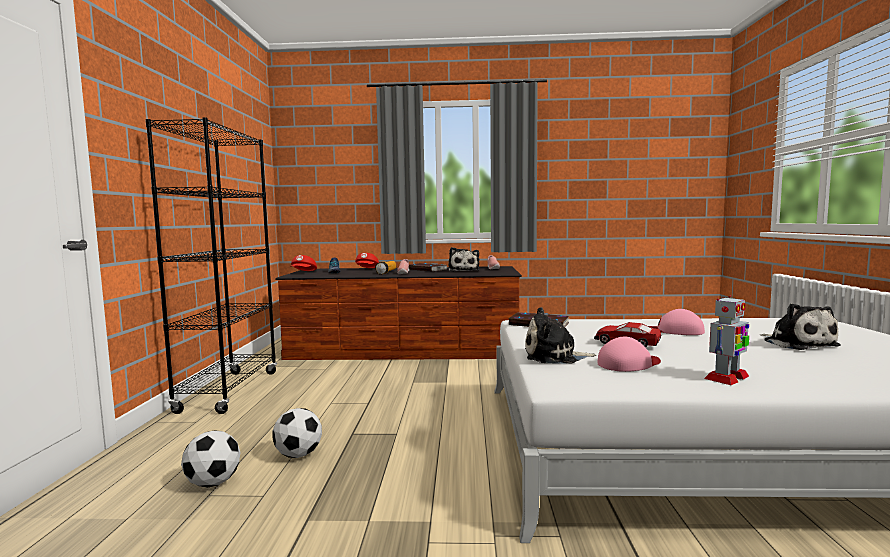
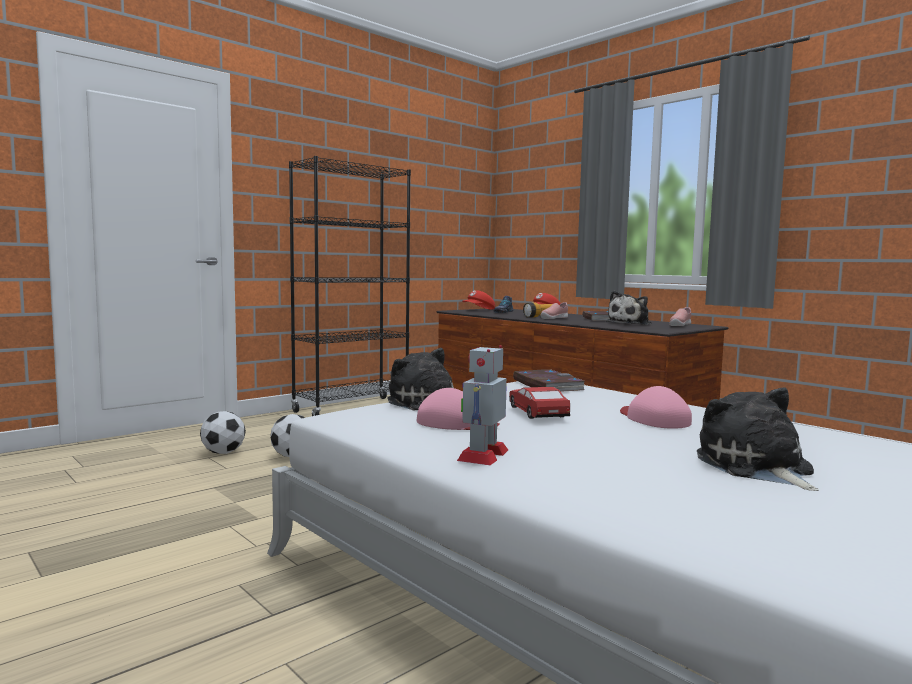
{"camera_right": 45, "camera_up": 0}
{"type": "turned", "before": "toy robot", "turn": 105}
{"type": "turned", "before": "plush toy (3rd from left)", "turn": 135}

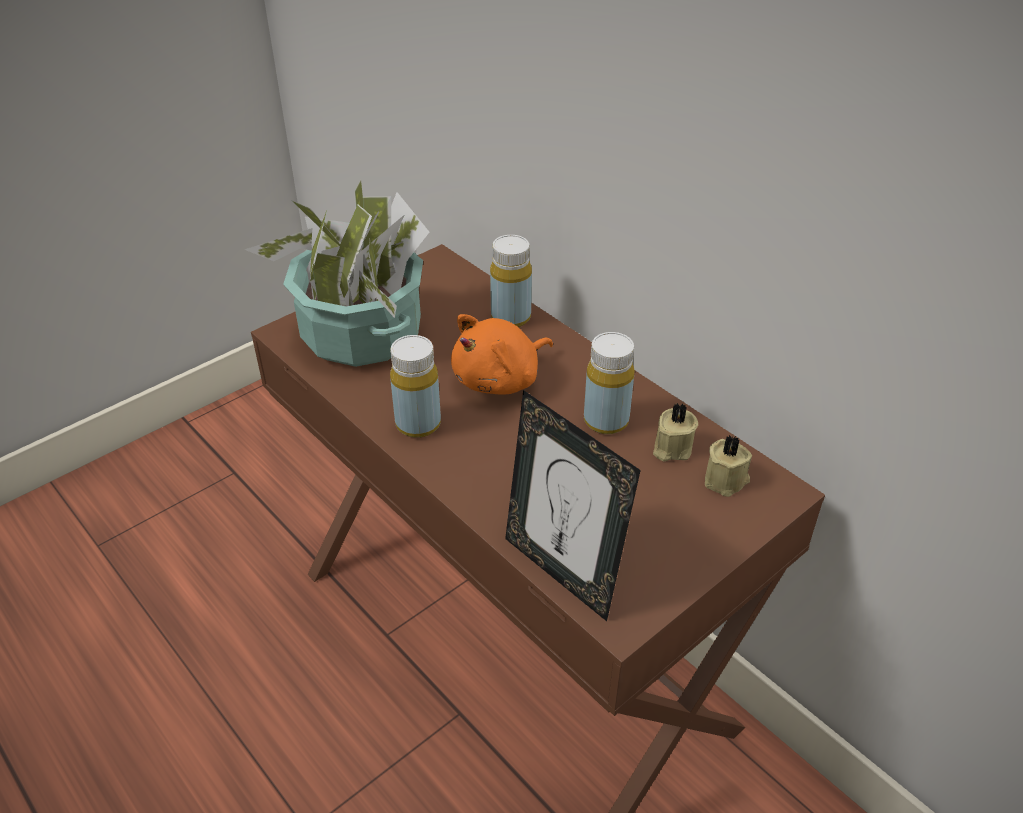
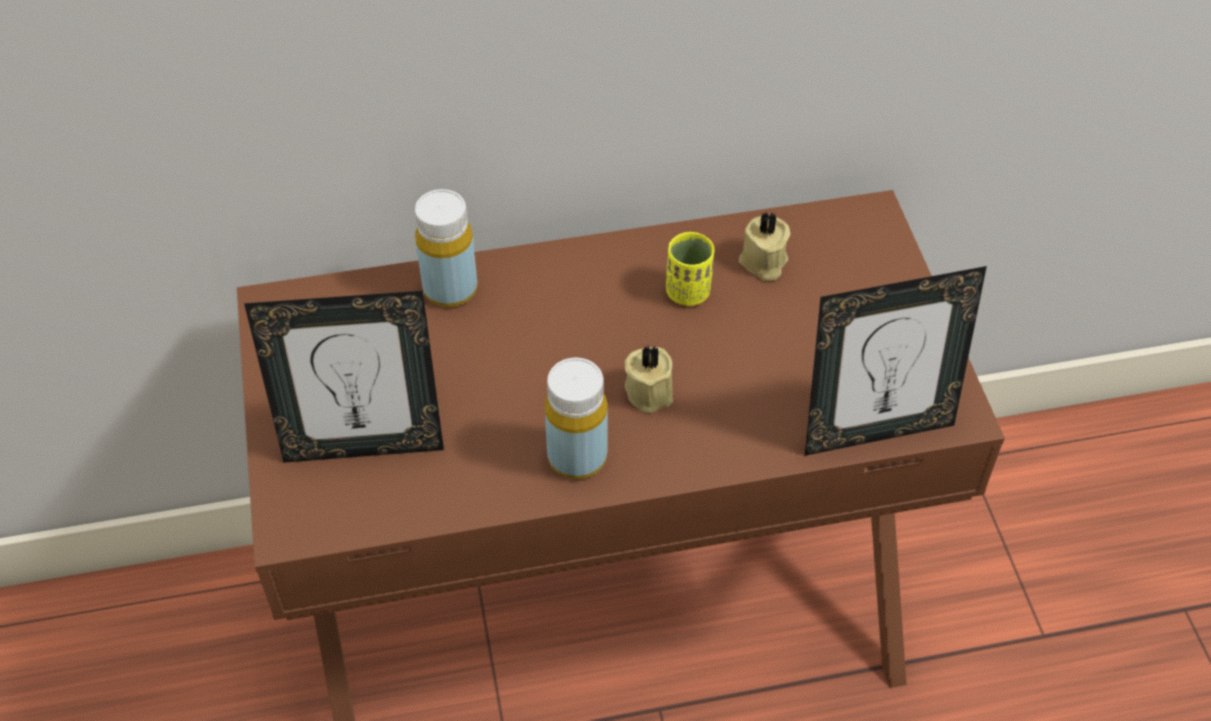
{"camera_right": -60, "camera_up": 10}
{"type": "replaced", "before": "potted plant", "after": "picture frame (1st from left)"}
{"type": "removed", "before": "orange plush toy"}
{"type": "replaced", "before": "yellow bottle (3rd from left)", "after": "yellow cup"}
{"type": "moved", "before": "beige candle (2nd from left in the first image)", "after": "beige candle (1st from left)"}

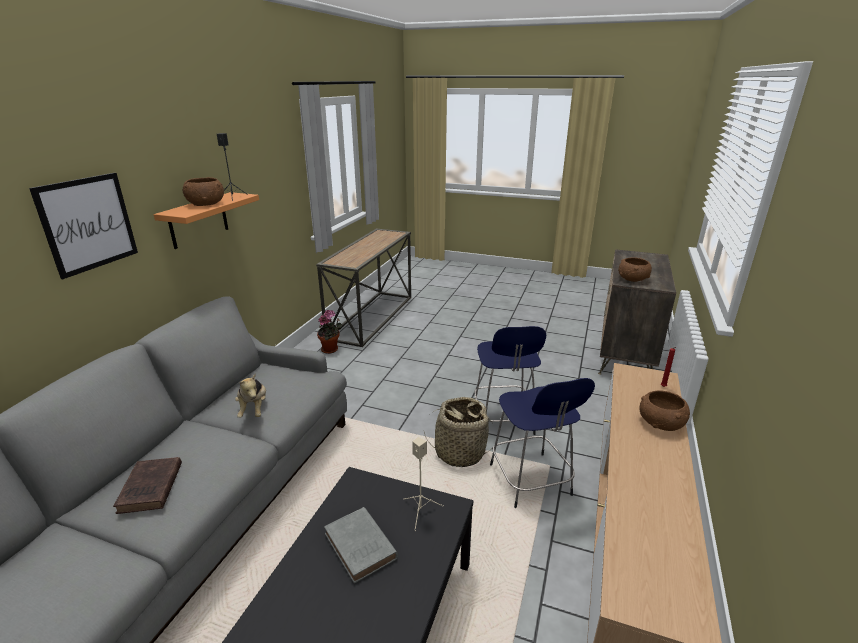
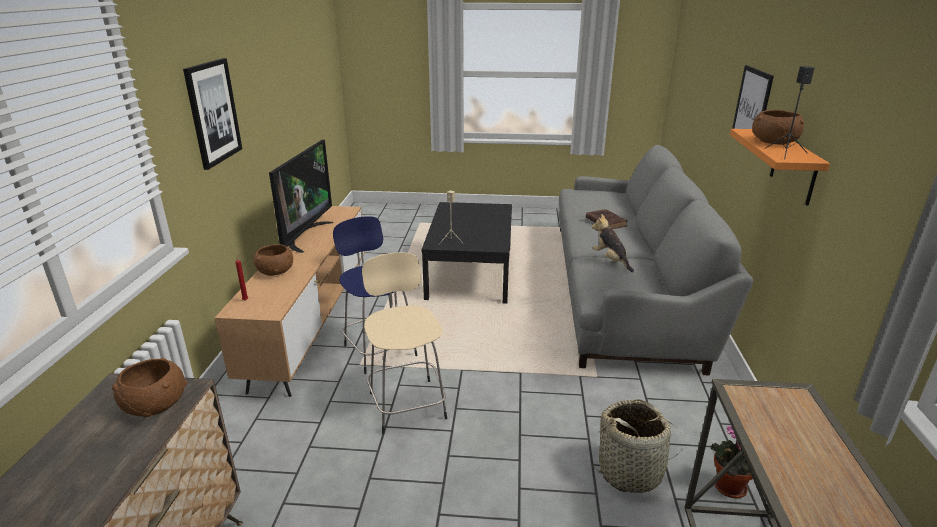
{"camera_right": 165, "camera_up": 0}
{"type": "recoloured", "before": "blue stool (1st from left)", "after": "beige stool"}
{"type": "moved", "before": "basket"}
{"type": "removed", "before": "grey book"}
{"type": "added", "after": "picture (1st from left)"}
{"type": "added", "after": "television"}

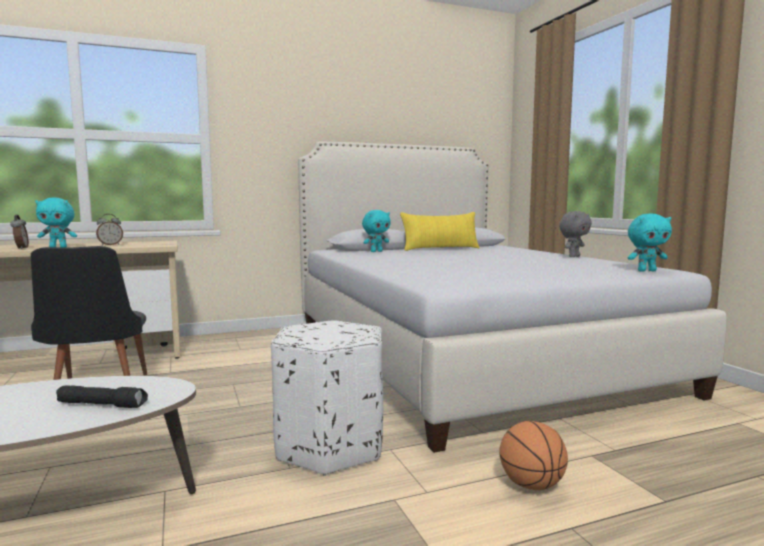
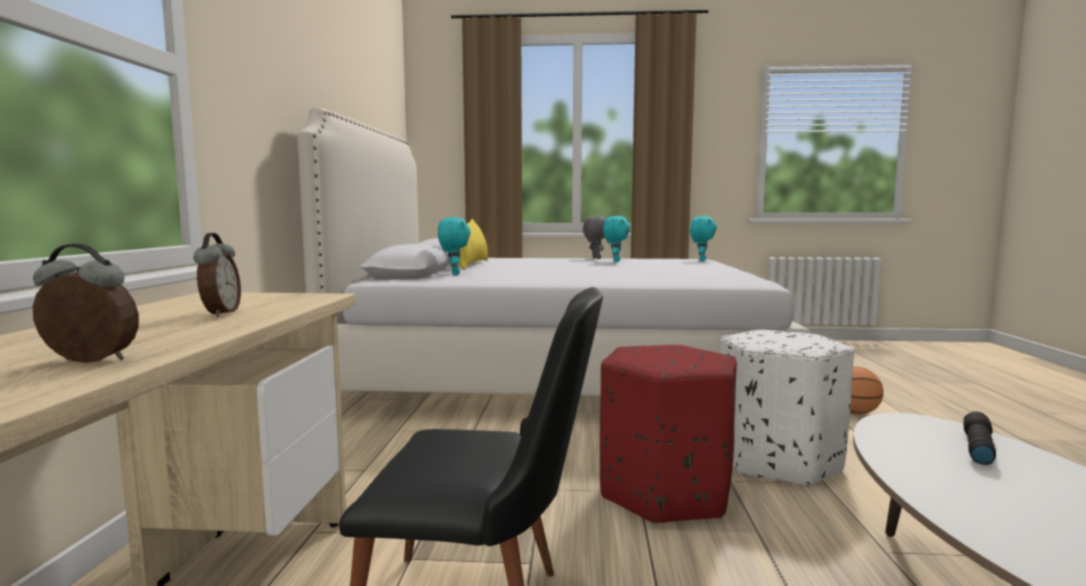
{"camera_right": -65, "camera_up": 0}
{"type": "moved", "before": "turquoise plush toy (1st from left in the first image)", "after": "turquoise plush toy (2nd from left)"}
{"type": "added", "after": "red ottoman"}

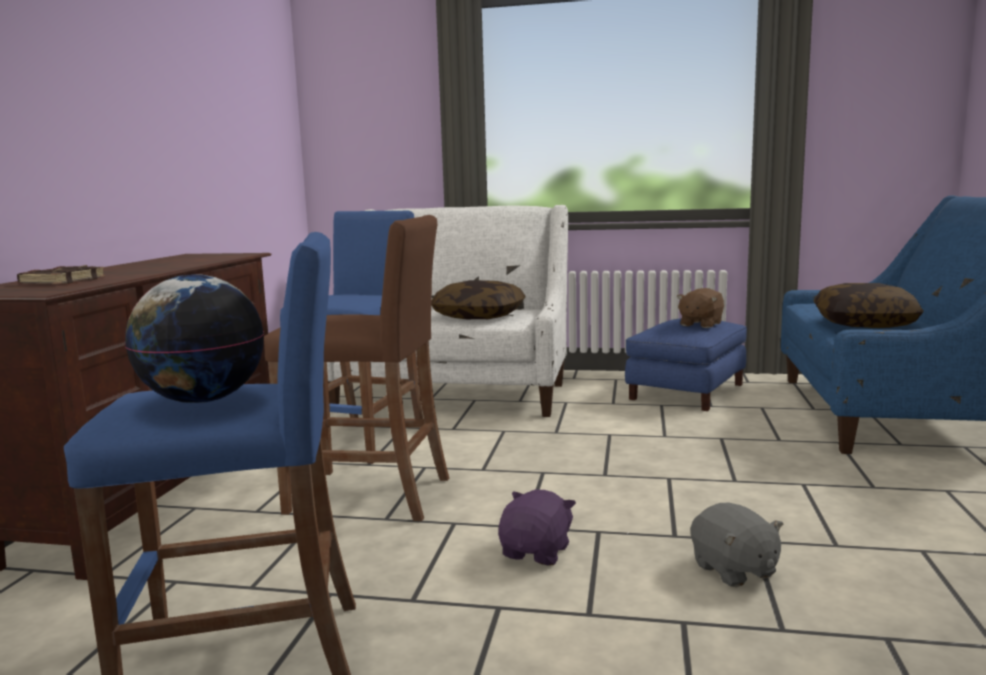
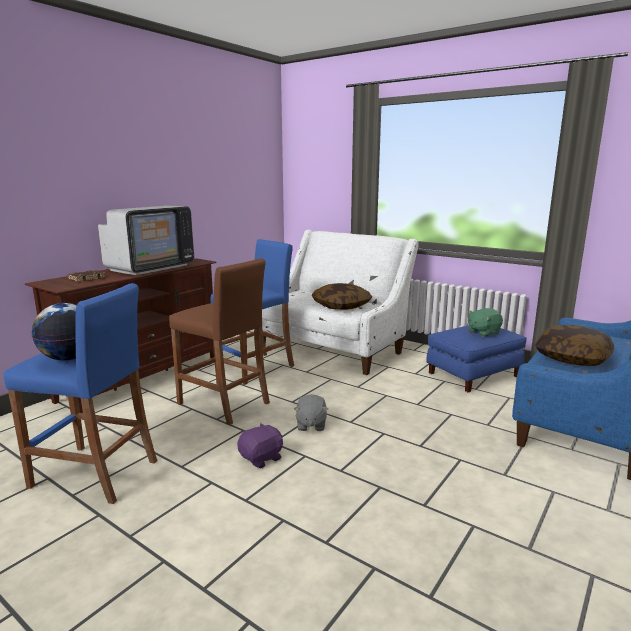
{"camera_right": 25, "camera_up": 5}
{"type": "recoloured", "before": "brown plush toy", "after": "green plush toy"}
{"type": "moved", "before": "grey plush toy"}
{"type": "added", "after": "television"}

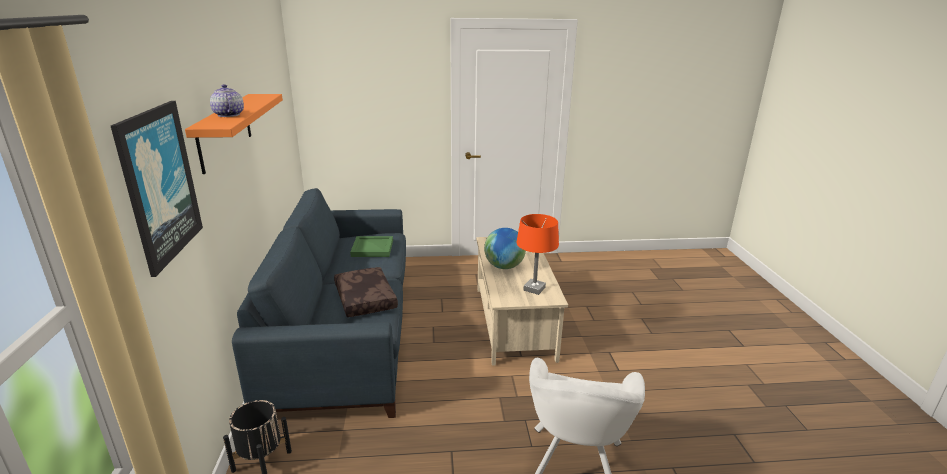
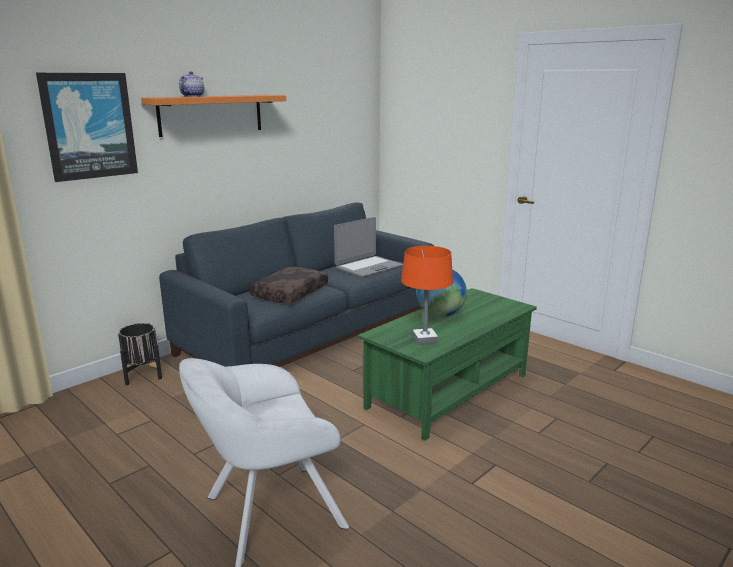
{"camera_right": 50, "camera_up": -5}
{"type": "replaced", "before": "green tray", "after": "laptop"}
{"type": "recoloured", "before": "beige coffee table", "after": "green coffee table"}

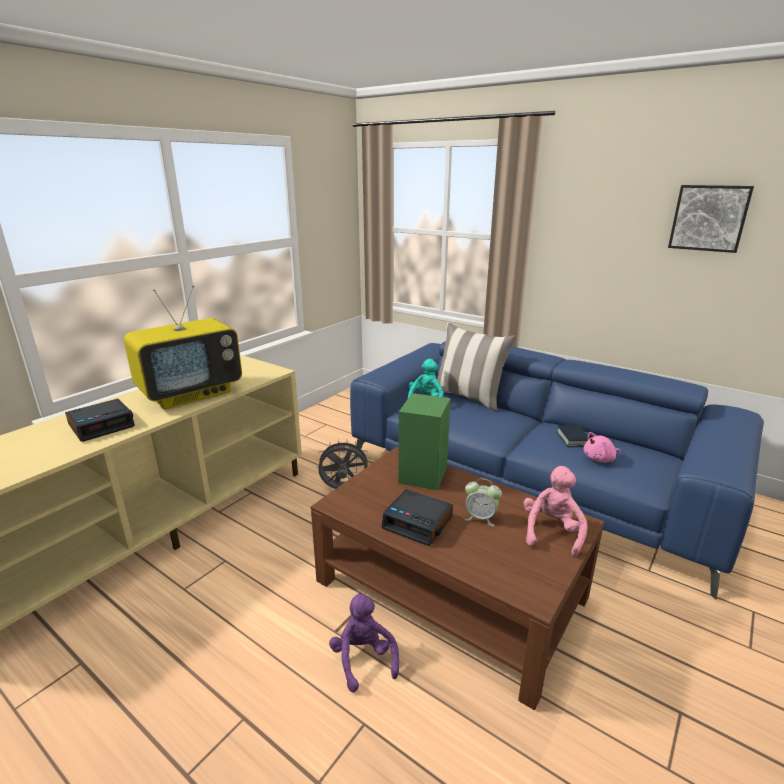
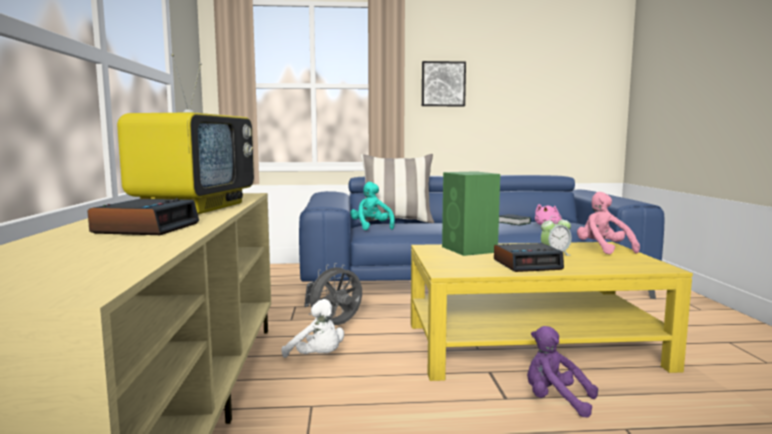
{"camera_right": -40, "camera_up": -15}
{"type": "moved", "before": "picture"}
{"type": "recoloured", "before": "brown coffee table", "after": "yellow coffee table"}
{"type": "added", "after": "white plush toy"}

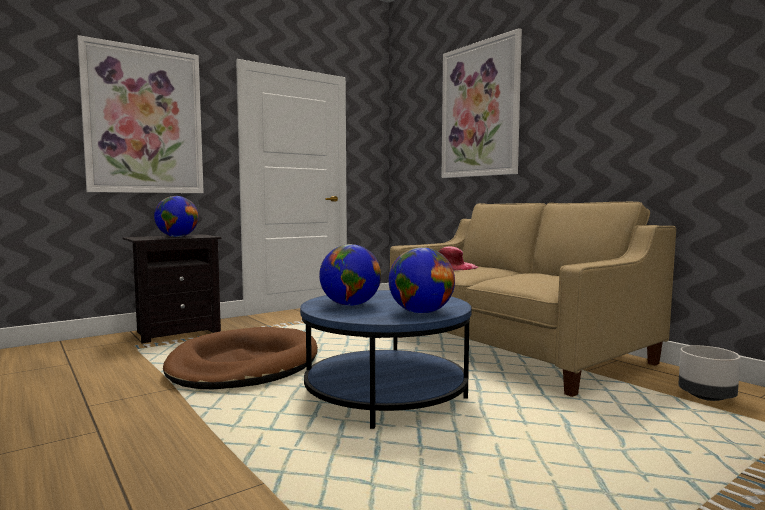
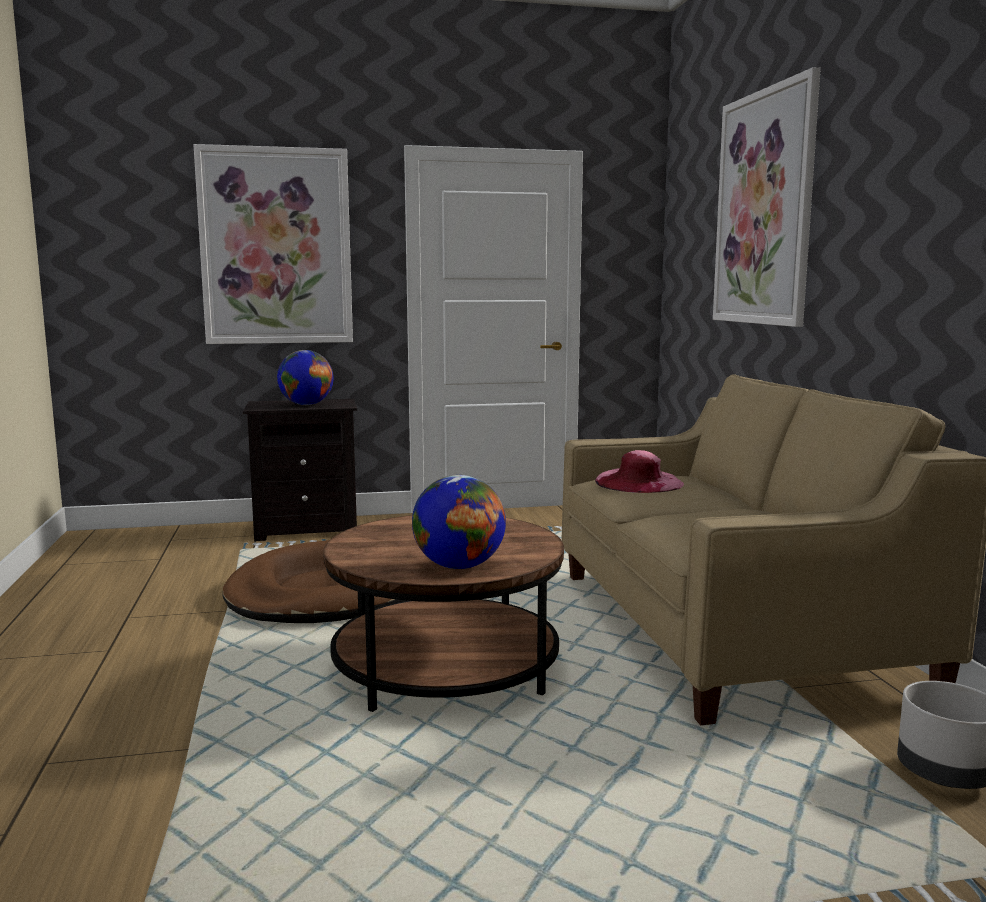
{"camera_right": 25, "camera_up": 5}
{"type": "removed", "before": "globe (2nd from left)"}
{"type": "recoloured", "before": "blue coffee table", "after": "brown coffee table"}

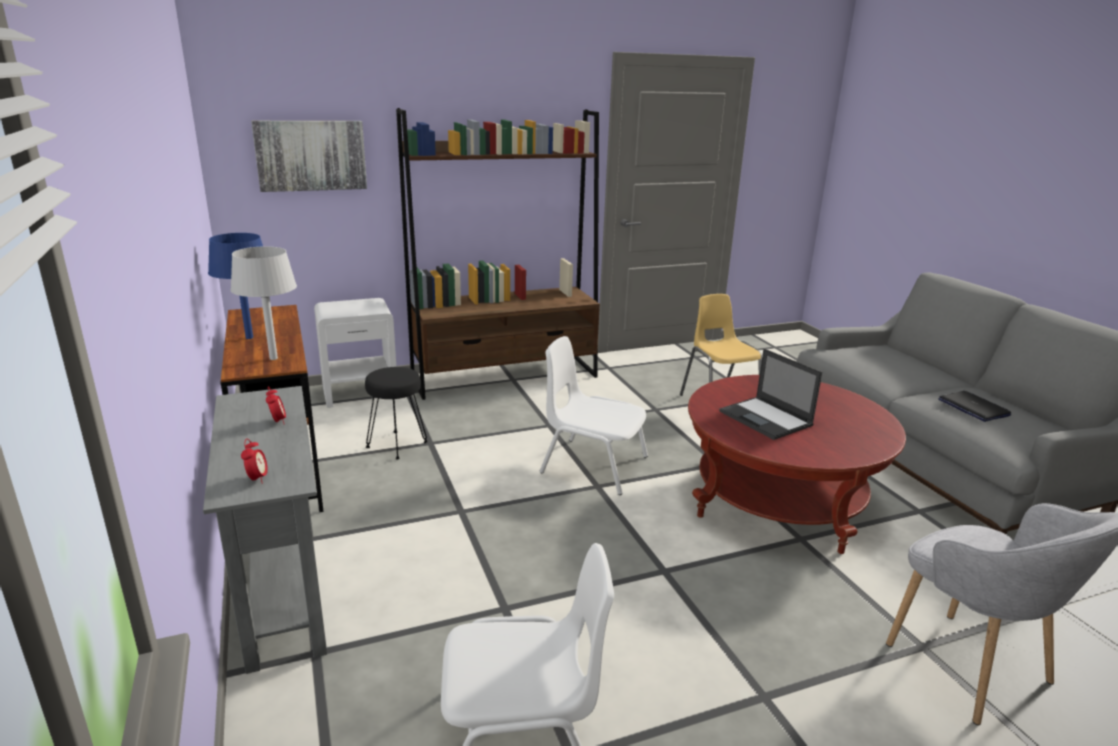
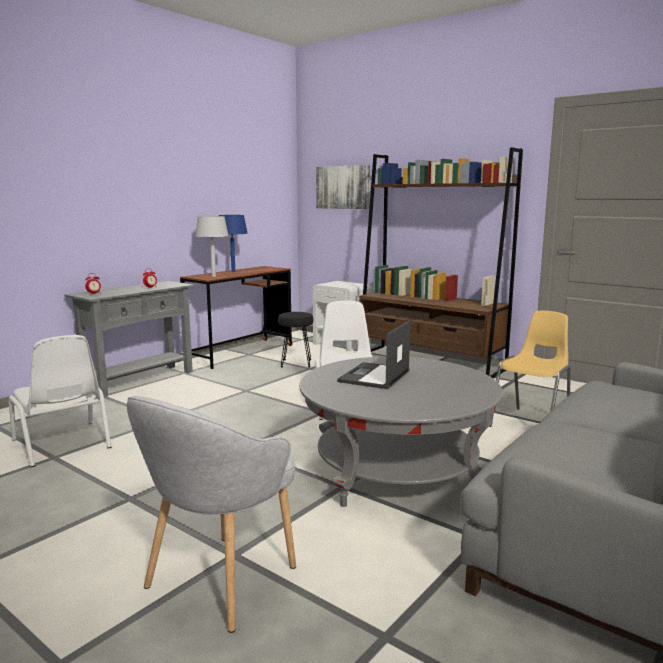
{"camera_right": 60, "camera_up": -10}
{"type": "recoloured", "before": "red coffee table", "after": "grey coffee table"}
{"type": "removed", "before": "laptop (2nd from left)"}

